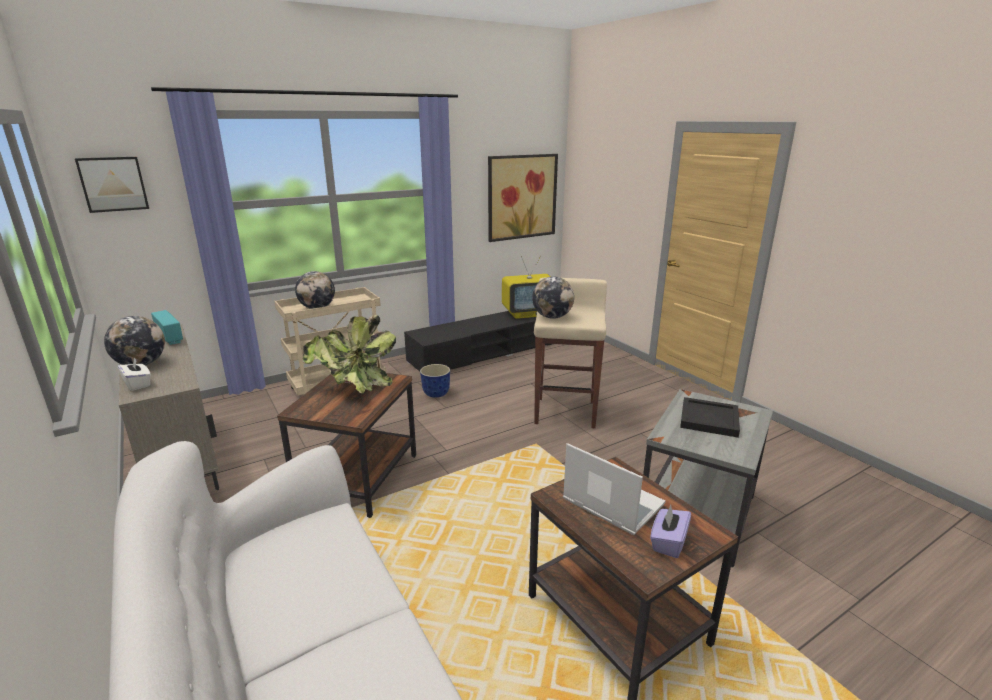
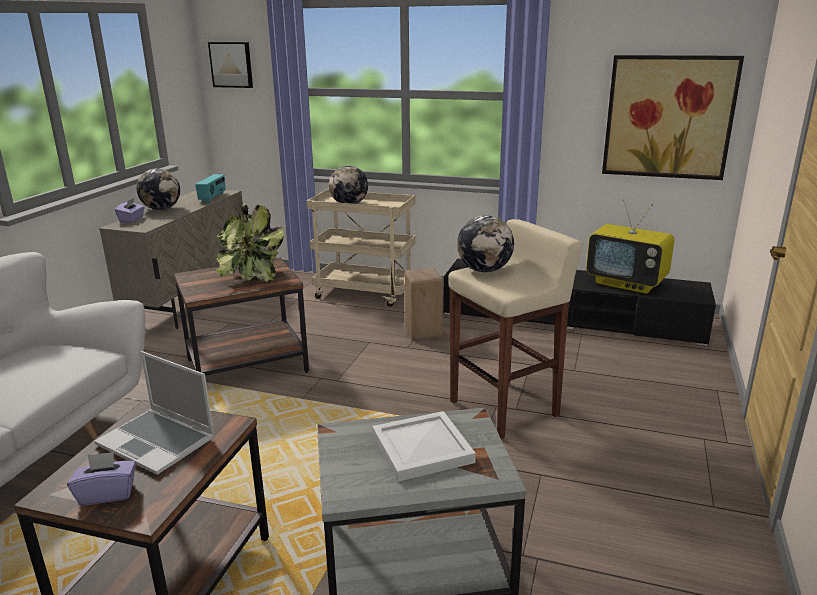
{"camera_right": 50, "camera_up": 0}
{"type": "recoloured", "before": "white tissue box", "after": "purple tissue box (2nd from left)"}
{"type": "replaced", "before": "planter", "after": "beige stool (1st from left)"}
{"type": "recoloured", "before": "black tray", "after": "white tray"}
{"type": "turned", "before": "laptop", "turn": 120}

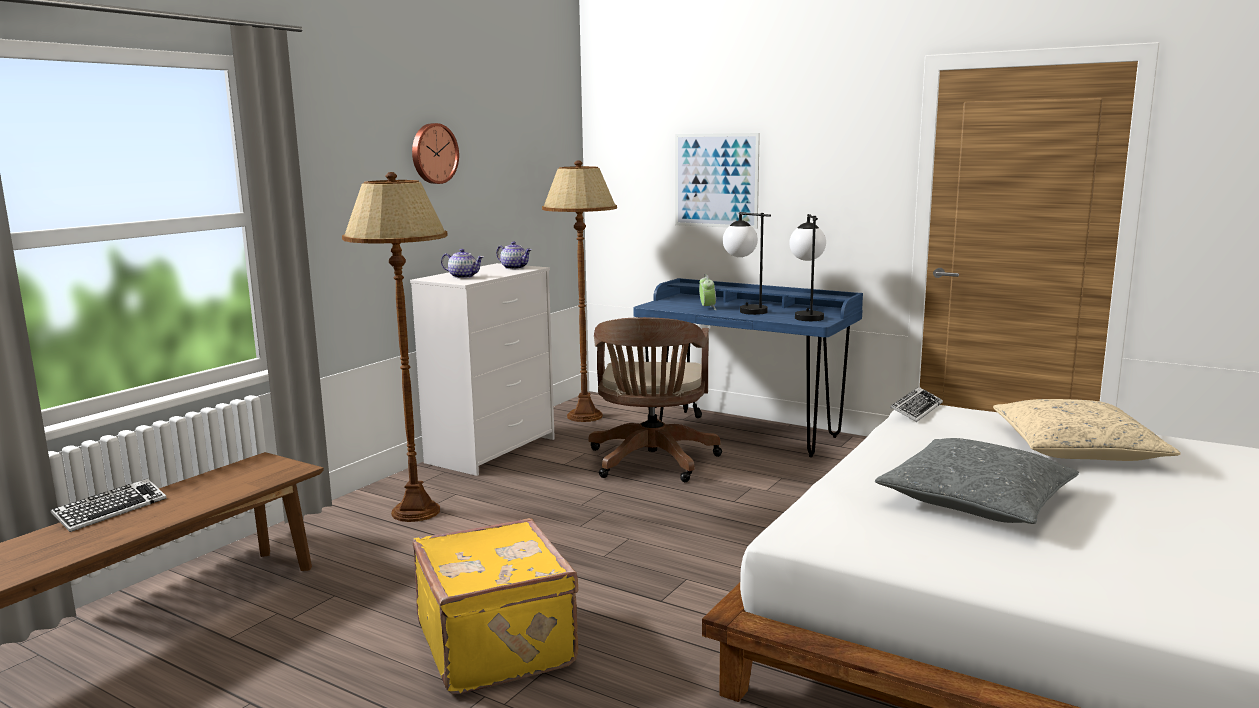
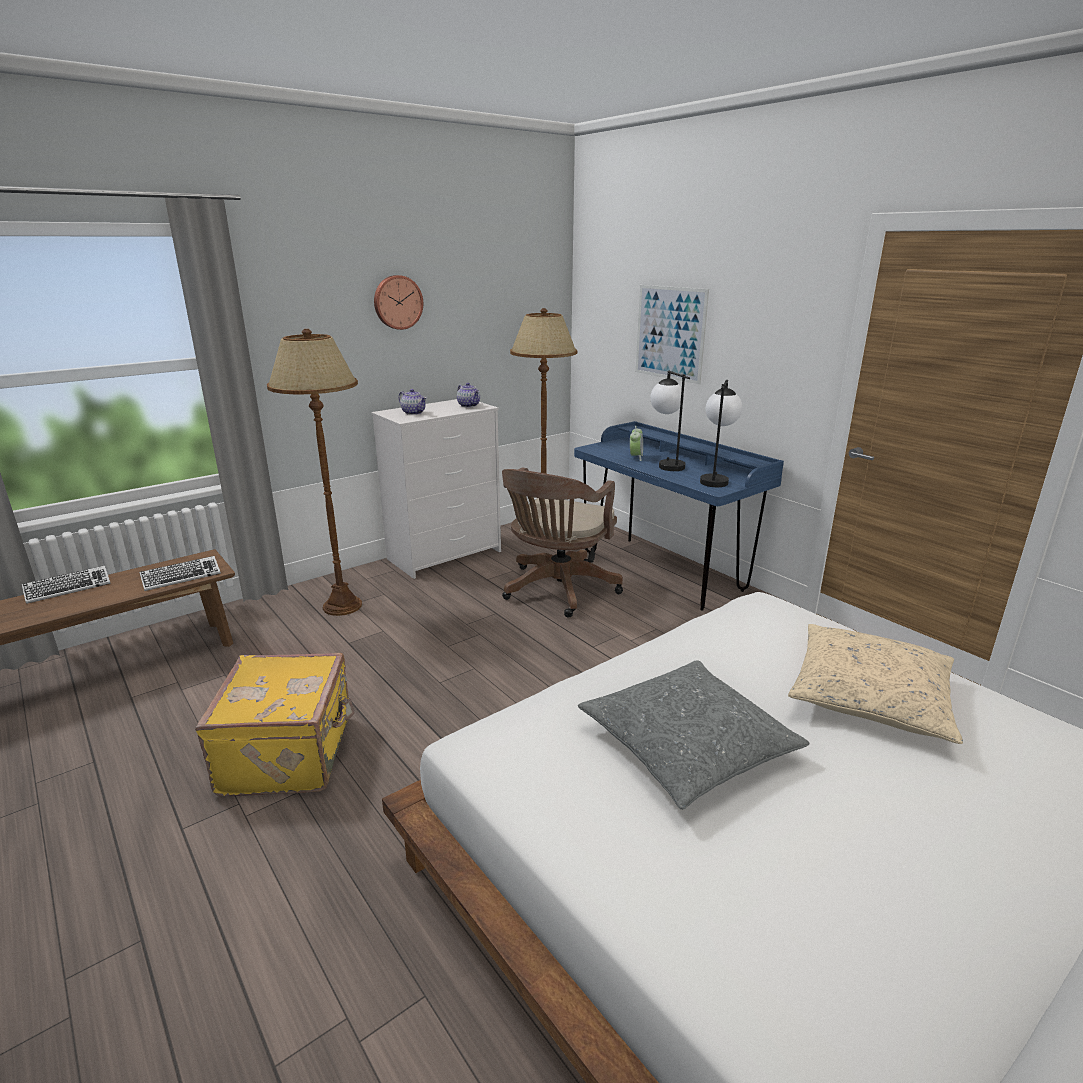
{"camera_right": 20, "camera_up": 10}
{"type": "moved", "before": "keyboard (2nd from left)"}

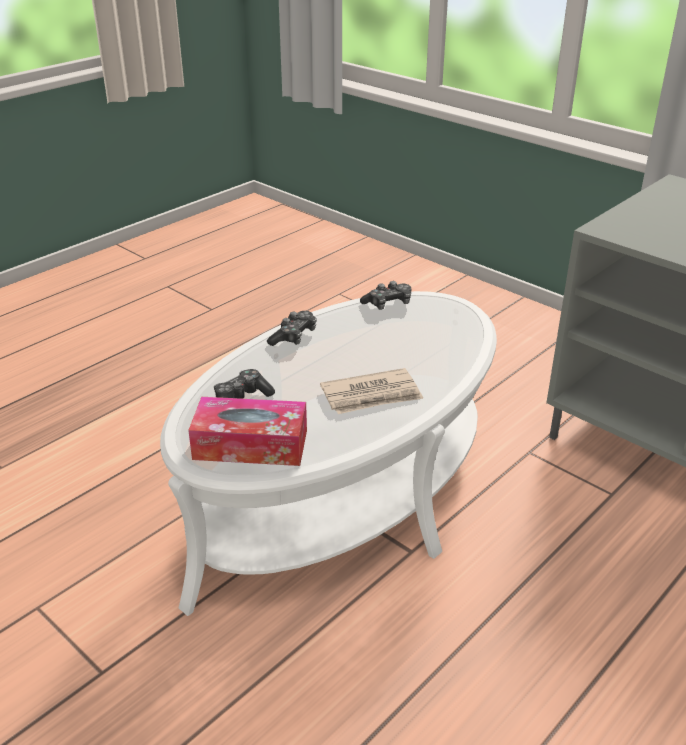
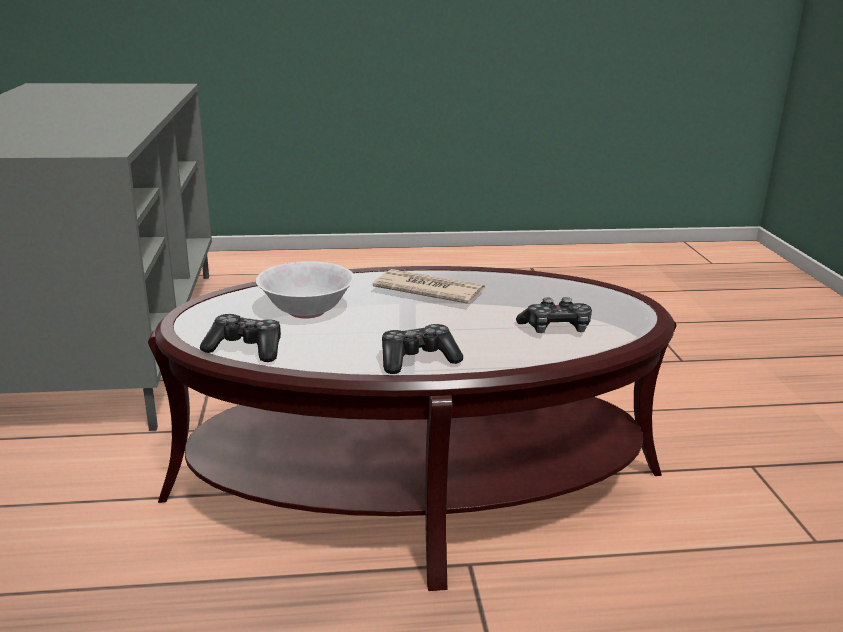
{"camera_right": -140, "camera_up": -10}
{"type": "recoloured", "before": "white coffee table", "after": "brown coffee table"}
{"type": "removed", "before": "tissue box"}
{"type": "added", "after": "white bowl"}

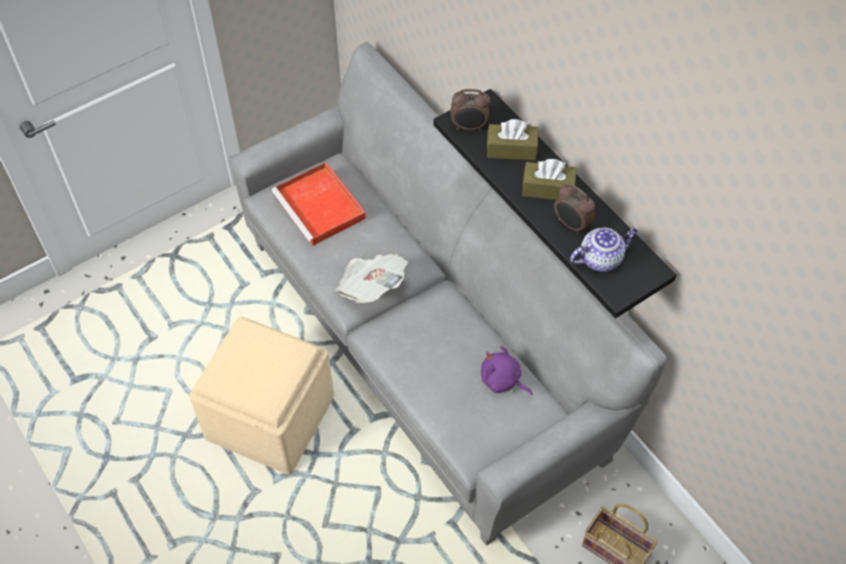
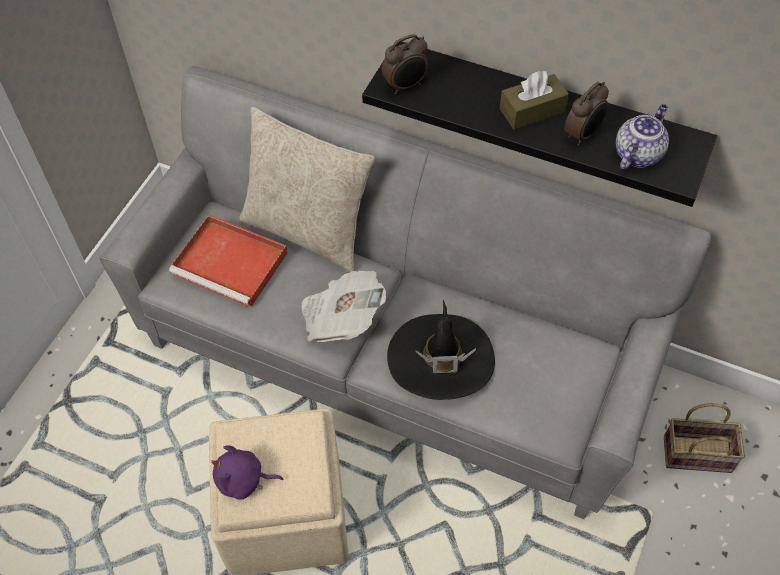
{"camera_right": -30, "camera_up": 0}
{"type": "removed", "before": "brown tissue box (1st from left)"}
{"type": "turned", "before": "alarm clock (2nd from left)", "turn": -60}
{"type": "moved", "before": "purple plush toy"}
{"type": "added", "after": "beige pillow"}
{"type": "added", "after": "black hat"}

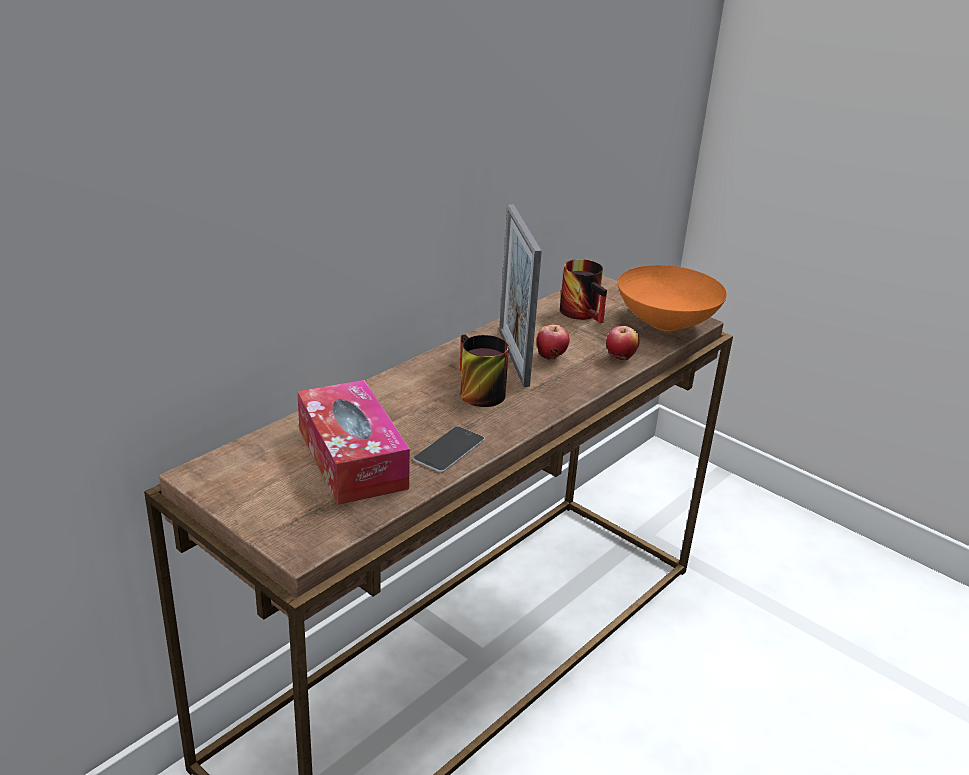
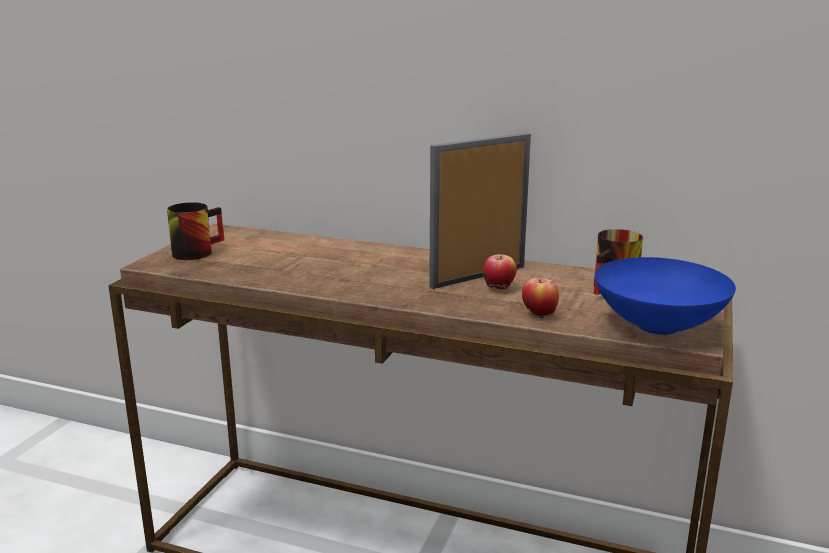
{"camera_right": 70, "camera_up": -10}
{"type": "recoloured", "before": "orange bowl", "after": "blue bowl"}
{"type": "moved", "before": "mug (1st from left)"}
{"type": "removed", "before": "tissue box"}
{"type": "removed", "before": "phone"}

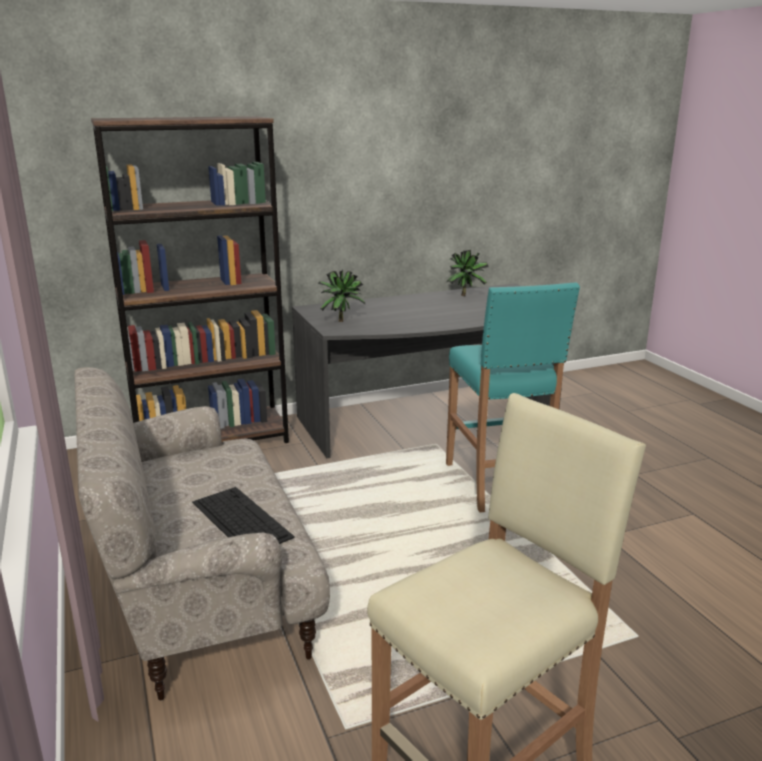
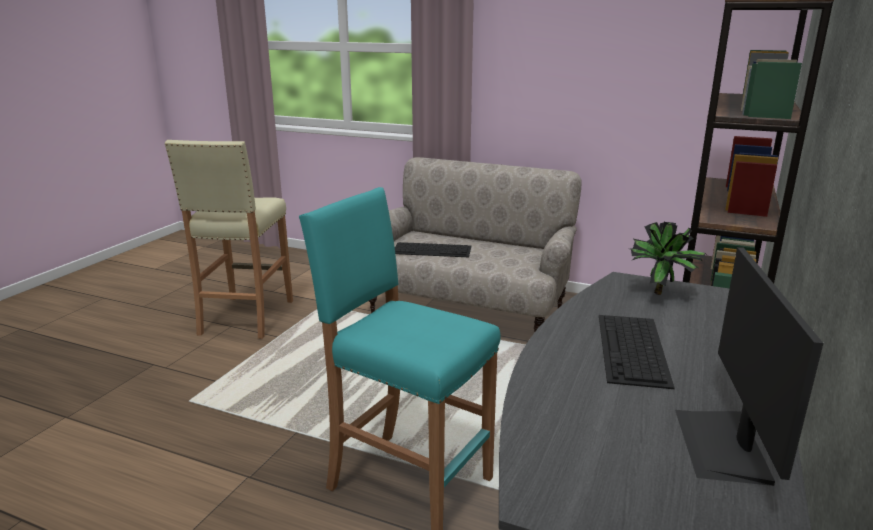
{"camera_right": 135, "camera_up": 0}
{"type": "replaced", "before": "potted plant (2nd from left)", "after": "monitor"}
{"type": "added", "after": "keyboard (2nd from left)"}

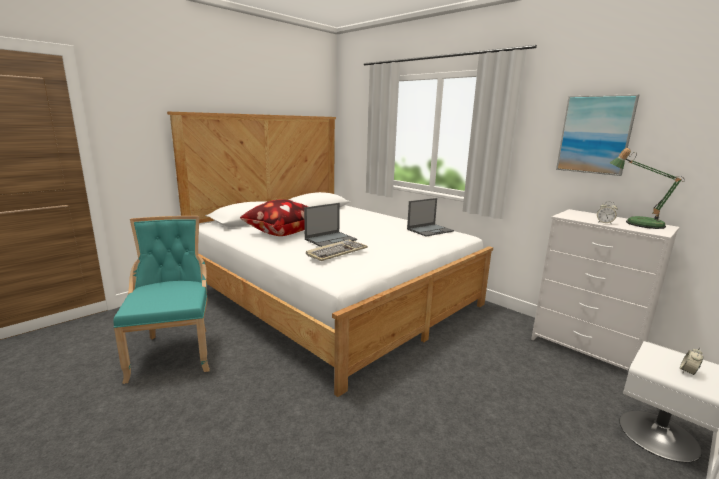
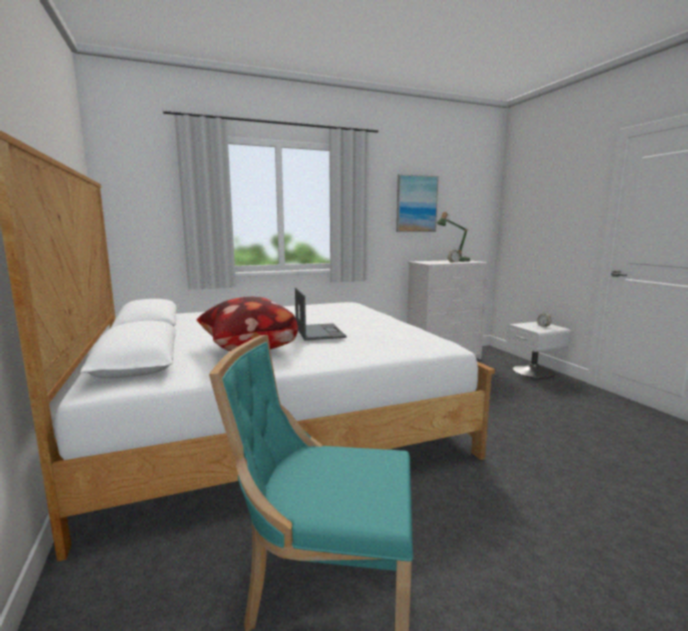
{"camera_right": -65, "camera_up": -5}
{"type": "removed", "before": "laptop (2nd from left)"}
{"type": "removed", "before": "keyboard"}

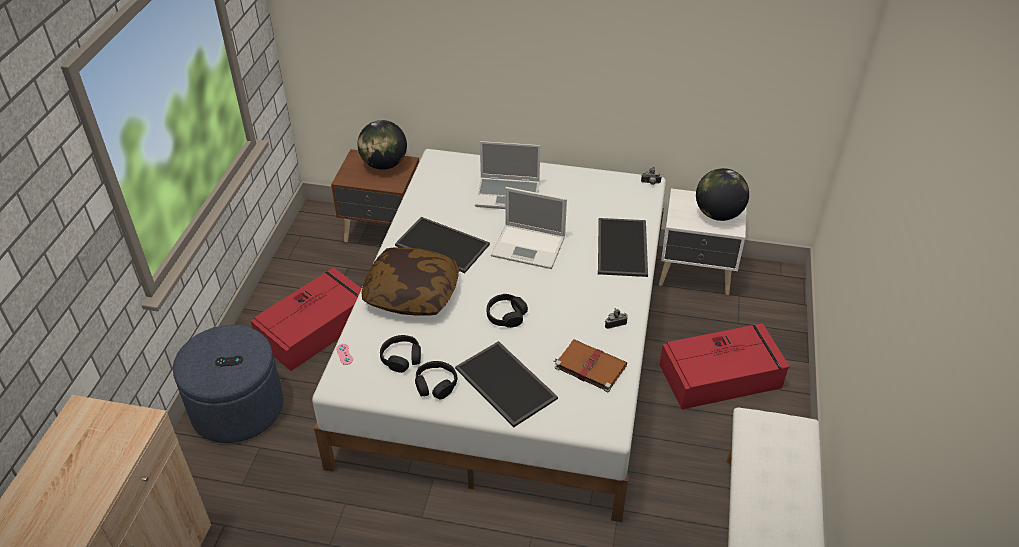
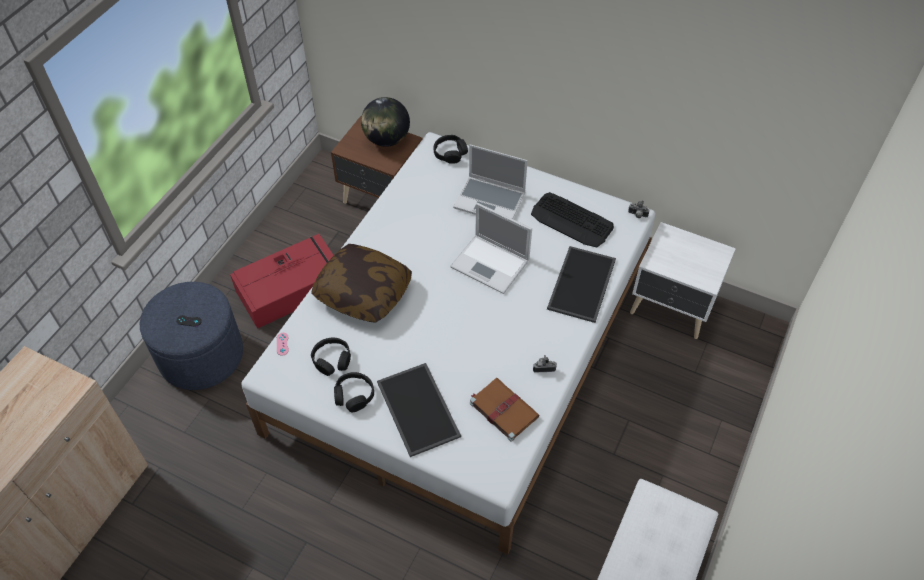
{"camera_right": 15, "camera_up": 10}
{"type": "removed", "before": "globe (2nd from left)"}
{"type": "removed", "before": "tray (1st from left)"}
{"type": "moved", "before": "black headphones (3rd from left)"}
{"type": "removed", "before": "red storage box (2nd from left)"}
{"type": "added", "after": "keyboard"}

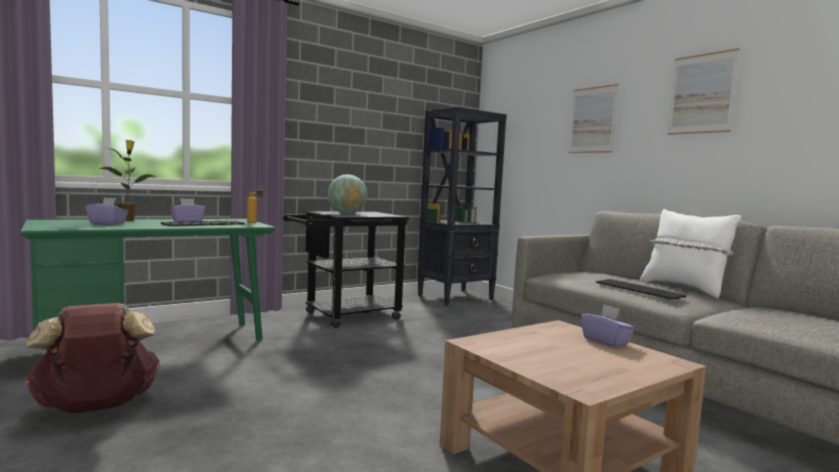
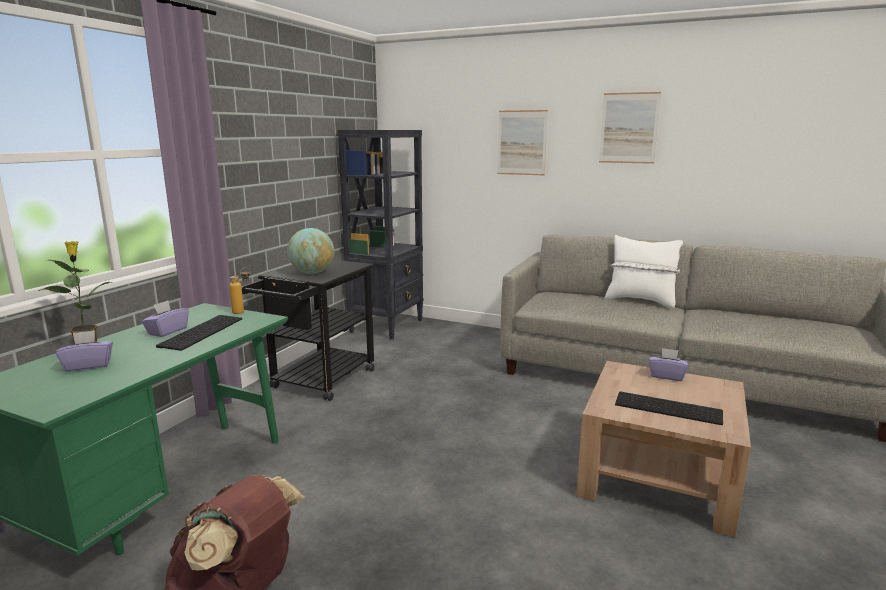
{"camera_right": -30, "camera_up": 10}
{"type": "moved", "before": "keyboard (2nd from left)"}

